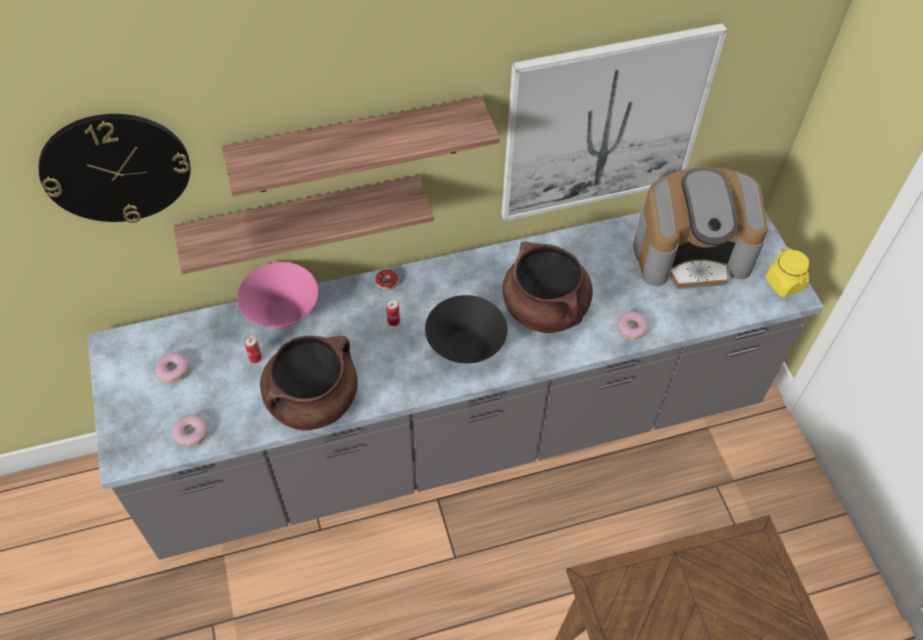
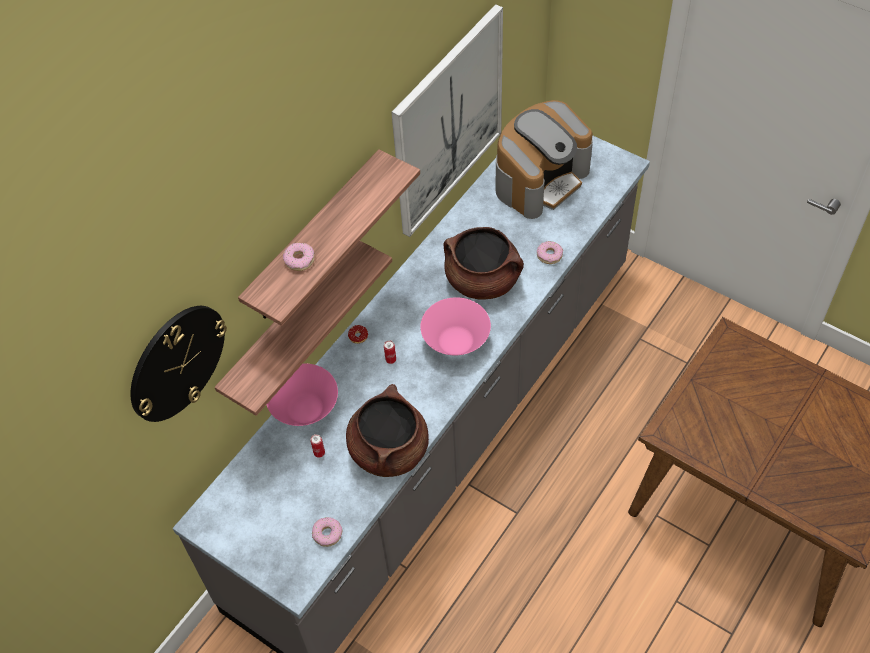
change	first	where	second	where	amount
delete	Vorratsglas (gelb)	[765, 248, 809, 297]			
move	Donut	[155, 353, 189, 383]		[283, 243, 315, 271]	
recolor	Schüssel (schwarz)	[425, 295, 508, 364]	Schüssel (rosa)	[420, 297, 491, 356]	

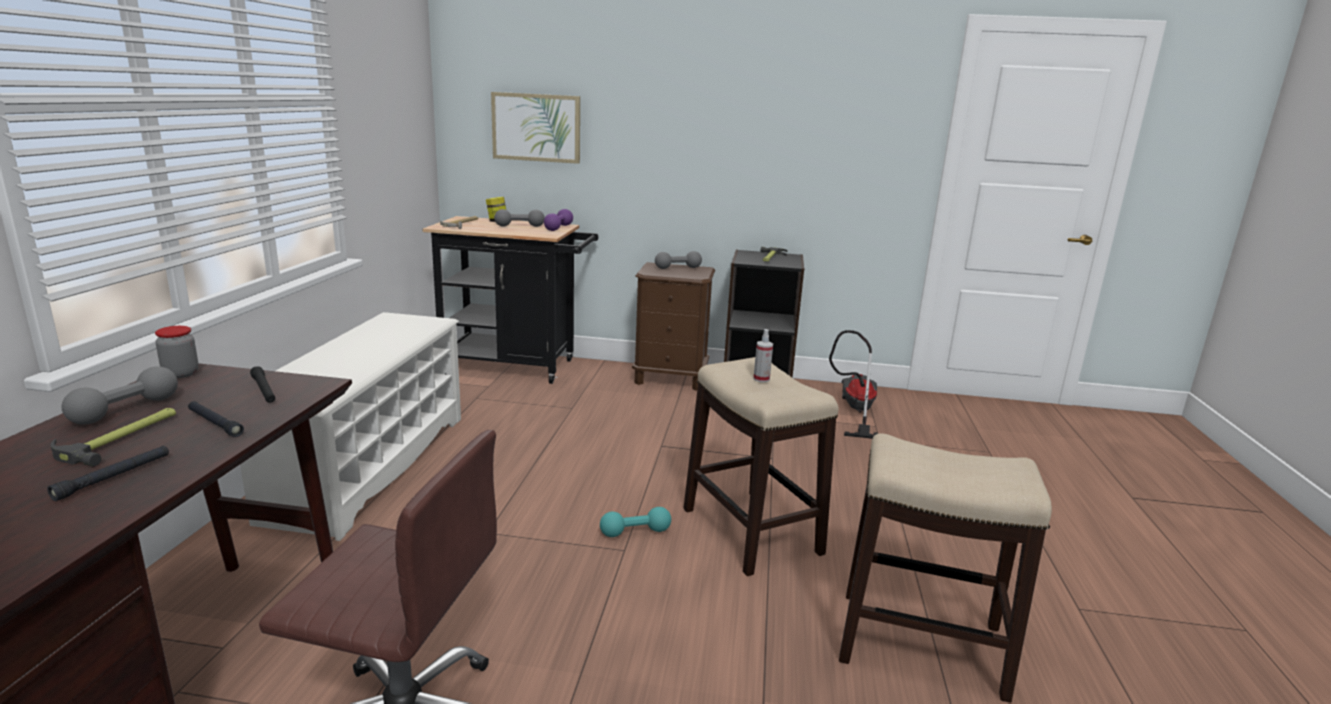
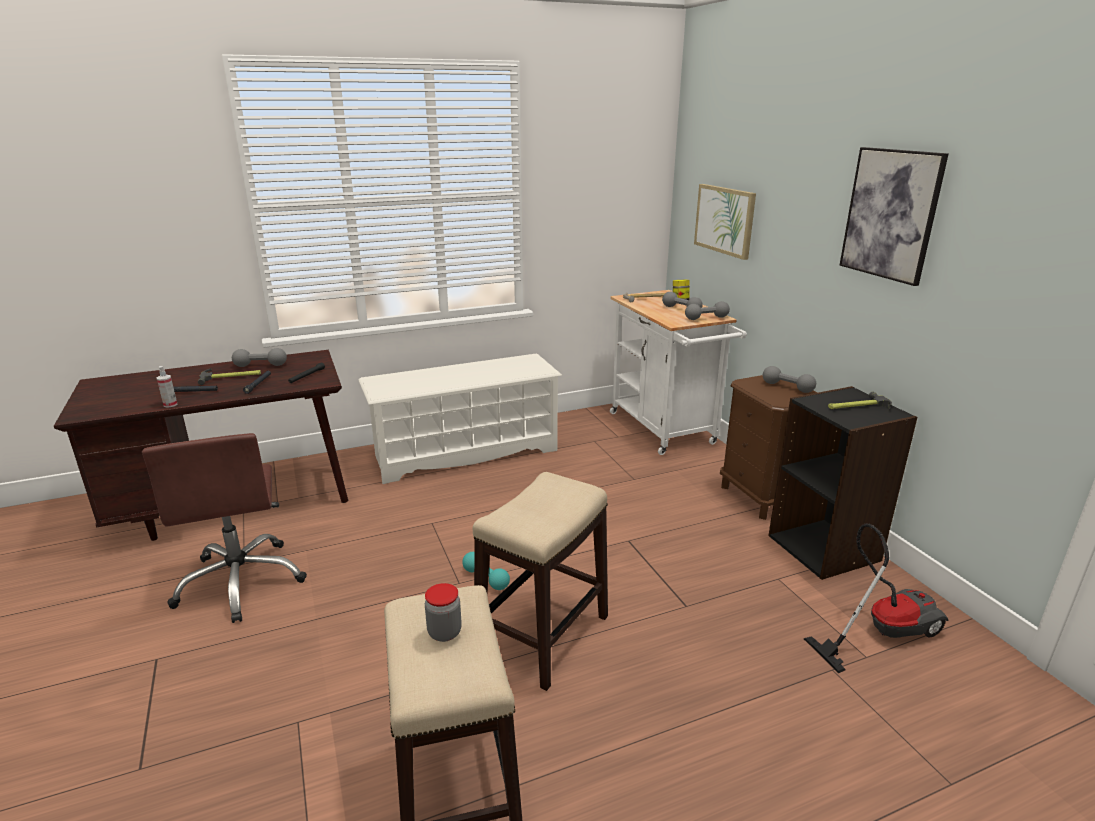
change	first	where	second	where	amount
insert			Bild	[840, 147, 948, 286]	
move	Vorratsglas	[155, 326, 199, 378]		[425, 583, 462, 642]	
move	Sprühflasche	[753, 329, 773, 382]		[157, 366, 177, 408]	
recolor	Rollwagen (schwarz)	[422, 216, 598, 384]	Rollwagen (weiß)	[610, 290, 747, 455]	
recolor	Hantel (lila)	[544, 209, 573, 231]	Hantel (grau)	[685, 301, 730, 320]	

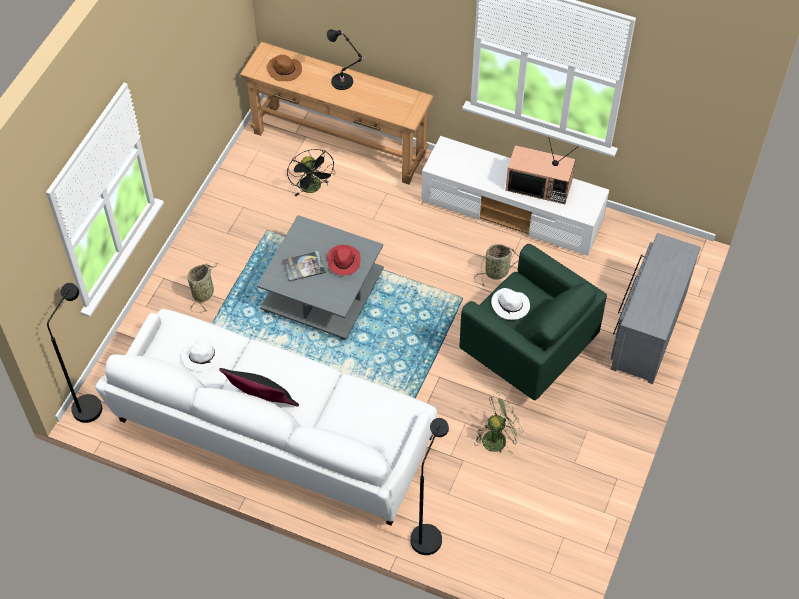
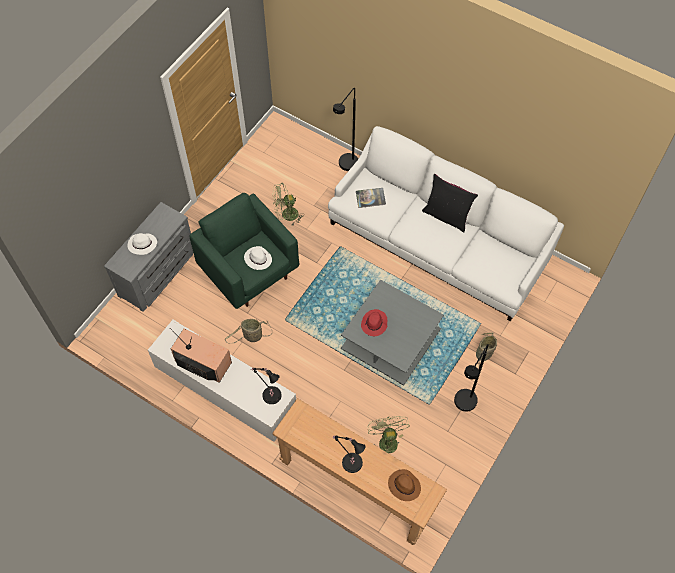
change	first	where	second	where	amount
insert			Tischlampe (schwarz)	[251, 368, 282, 404]	
move	Stehlampe (schwarz)	[47, 283, 102, 423]		[454, 344, 489, 412]	
move	Hut (weiß)	[182, 339, 222, 372]		[127, 233, 157, 255]	
move	Buch	[282, 251, 326, 282]		[356, 188, 386, 208]	
recolor	Ventilator (schwarz)	[287, 149, 335, 196]	Ventilator (grün)	[368, 416, 410, 453]	

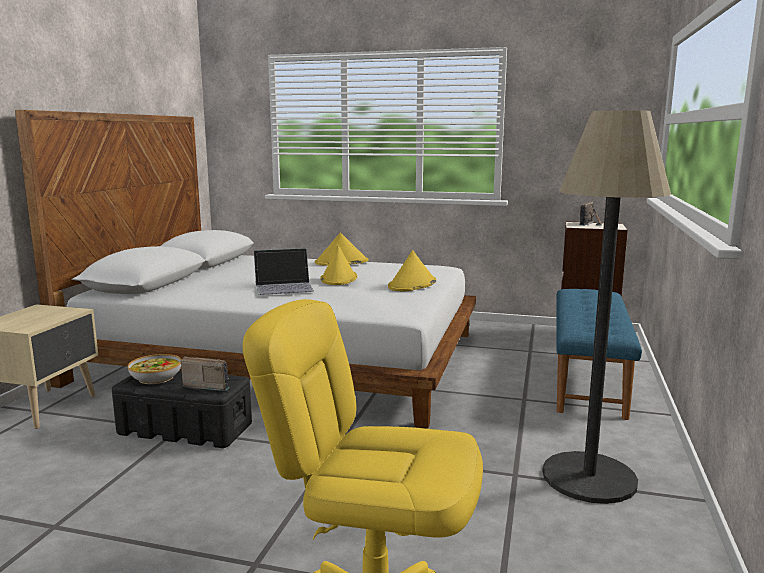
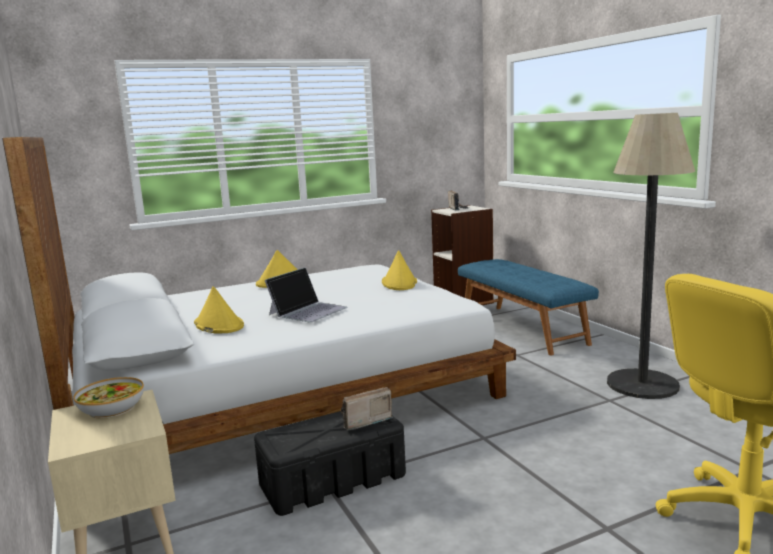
change	first	where	second	where	amount
move	Schüssel	[128, 354, 181, 384]		[73, 377, 144, 419]	
move	Hut (gelb)	[320, 245, 357, 285]		[194, 286, 244, 333]	

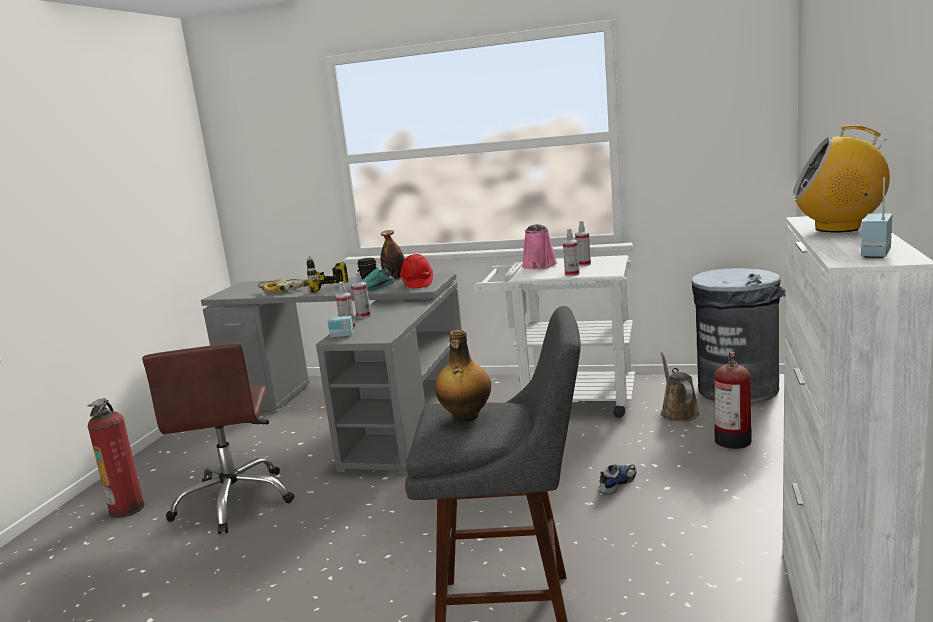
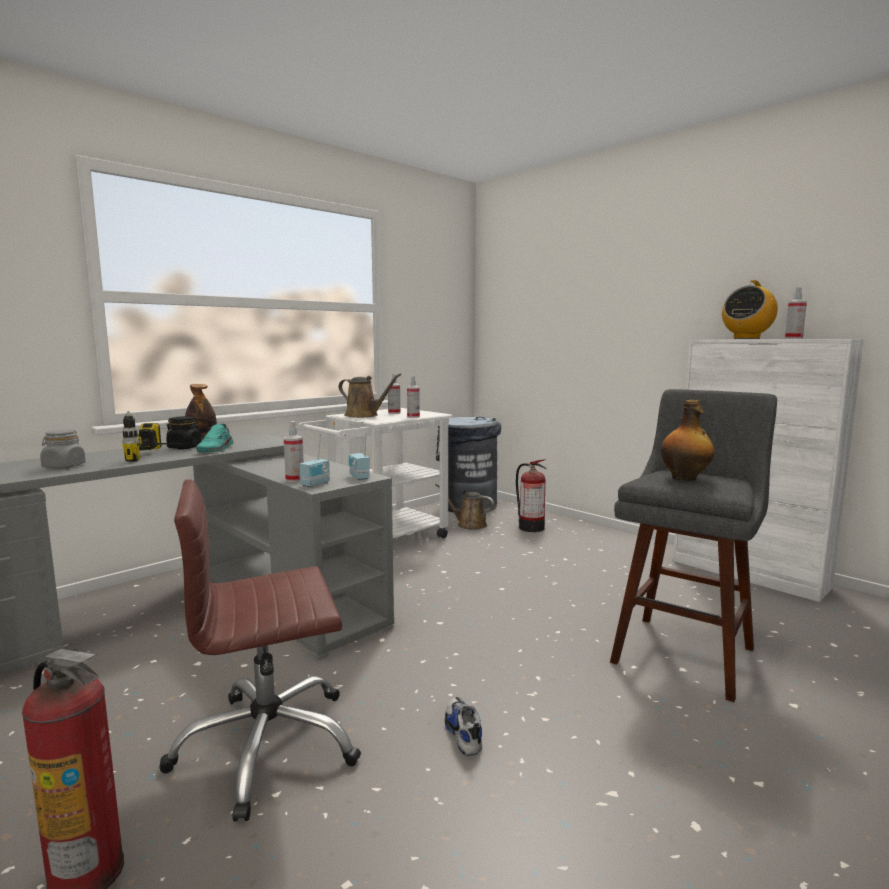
change	first	where	second	where	amount
delete	Schutzhelm (rot)	[400, 254, 433, 288]			
move	Sprühflasche	[352, 272, 371, 318]		[785, 287, 807, 339]	
move	Schuh	[598, 464, 636, 494]		[445, 697, 482, 756]	
move	Radio	[858, 178, 893, 258]		[349, 433, 370, 480]	
replace	Bohrmaschine	[258, 279, 308, 292]	Vorratsglas (grau)	[40, 430, 86, 469]	
recolor	Gießkanne (rosa)	[522, 224, 557, 269]	Gießkanne (braun)	[338, 373, 401, 418]	
rotate	Bürostuhl (braun)	[142, 343, 294, 534]		[159, 479, 361, 821]	135 degrees clockwise

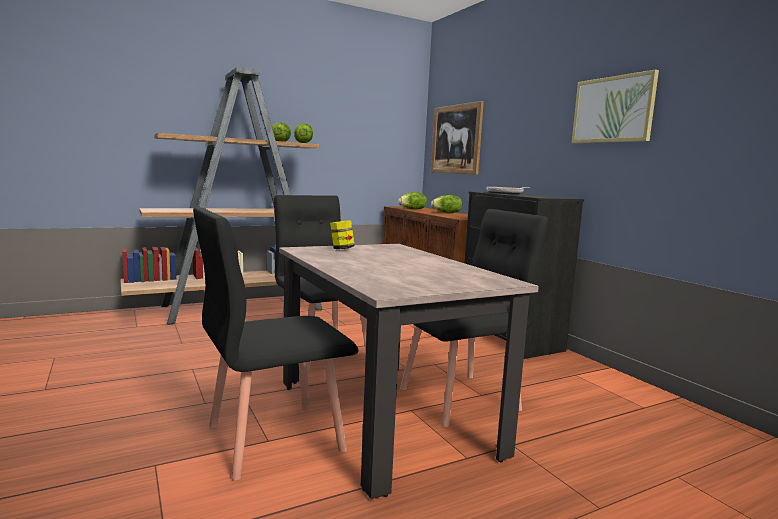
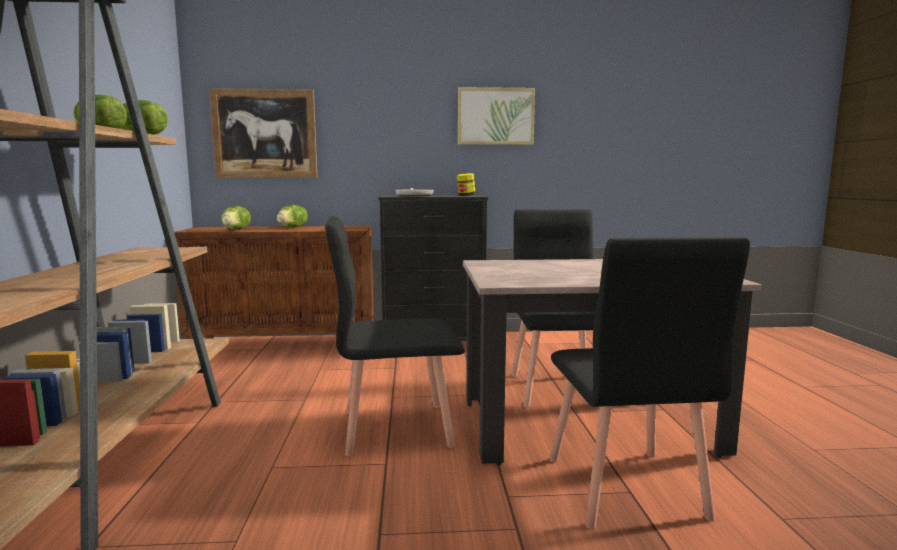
change	first	where	second	where	amount
move	Vorratsglas	[330, 220, 355, 249]		[457, 173, 476, 196]	

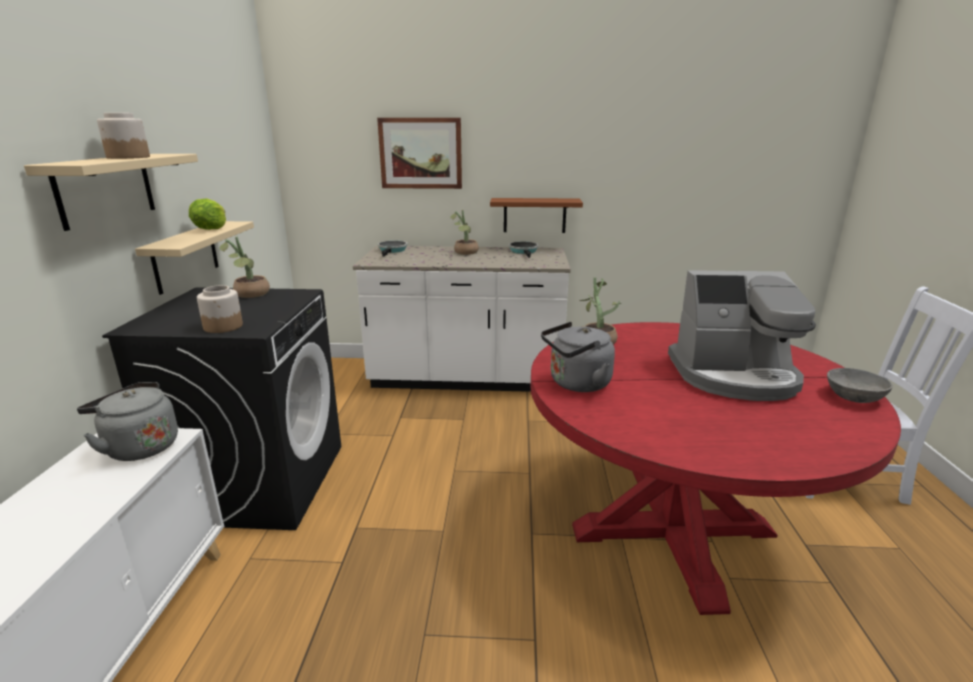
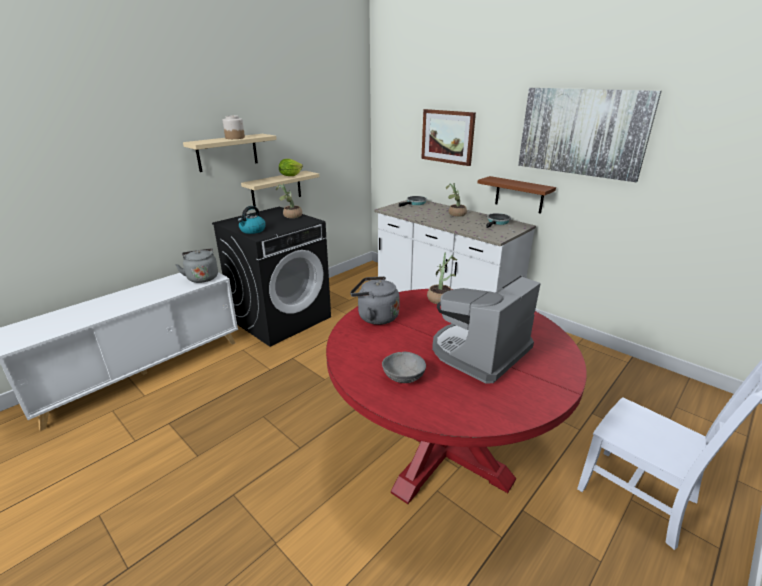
change	first	where	second	where	amount
insert			Bild	[518, 88, 661, 182]	
move	Schüssel (grau)	[827, 368, 893, 403]		[382, 352, 426, 383]	
replace	Vorratsglas	[197, 285, 243, 333]	Wasserkessel	[238, 206, 266, 234]	
rotate	Kaffeemaschine	[668, 270, 816, 401]		[432, 275, 541, 383]	90 degrees clockwise

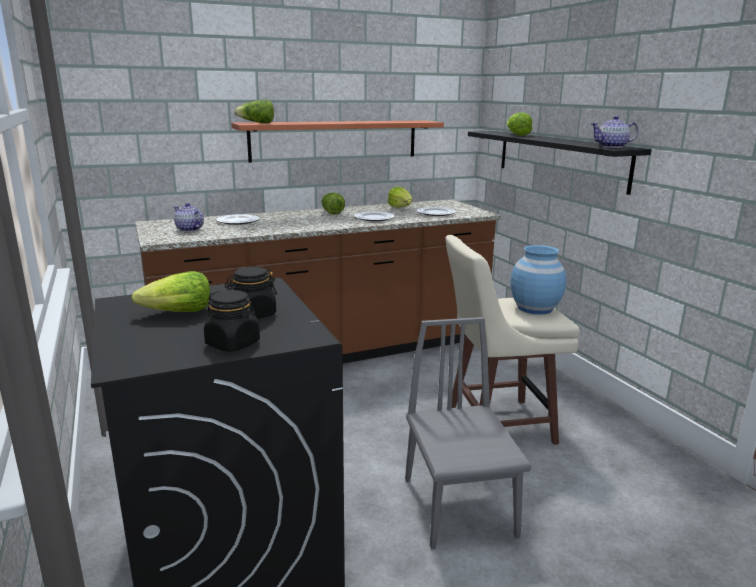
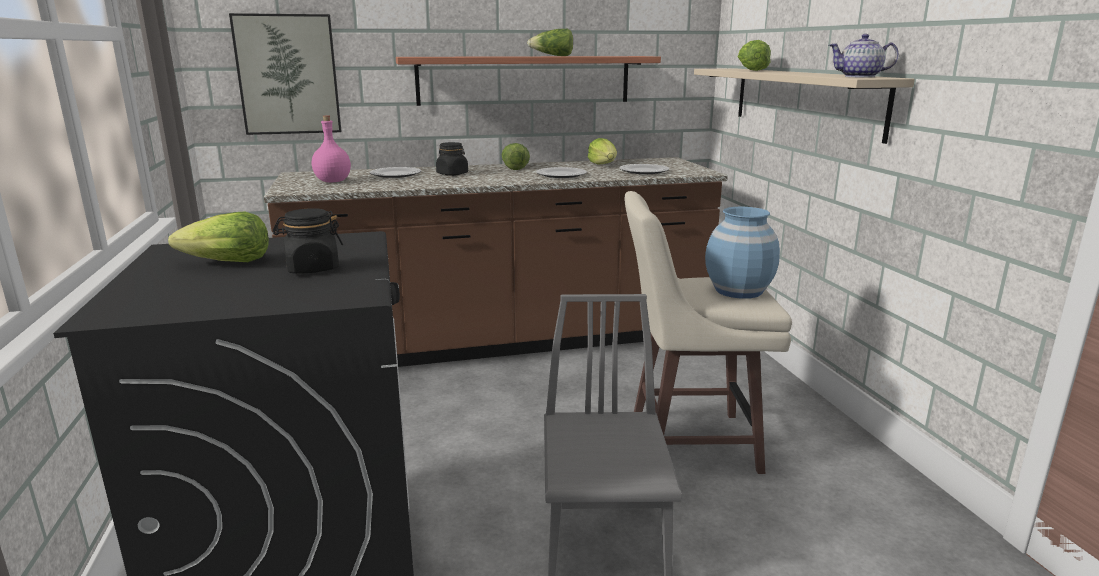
change	first	where	second	where	amount
insert			Bild	[229, 13, 341, 135]	
move	Vorratsglas (schwarz)	[204, 290, 260, 352]		[436, 142, 468, 176]	
move	Salatkopf	[234, 100, 274, 123]		[527, 29, 573, 56]	
replace	Teekanne	[174, 203, 204, 232]	Flasche (rosa)	[312, 116, 351, 183]	
recolor	Wandregal (schwarz)	[468, 131, 652, 195]	Wandregal (beige)	[694, 68, 915, 144]	

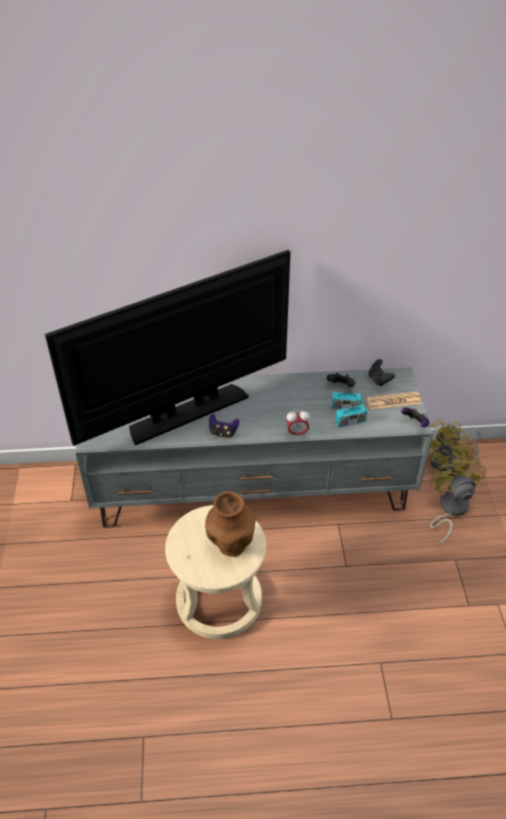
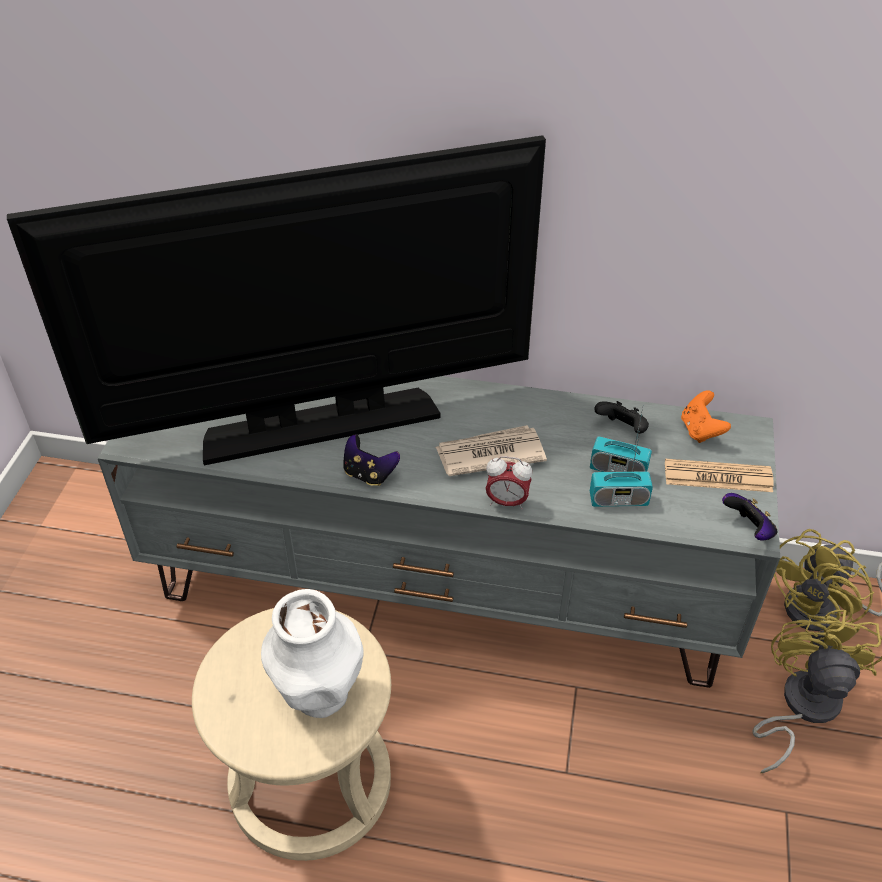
change	first	where	second	where	amount
insert			Zeitung	[435, 425, 547, 476]	
recolor	Vase (braun)	[205, 491, 256, 557]	Vase (weiß)	[261, 589, 364, 718]	
recolor	Gamepad (schwarz)	[368, 359, 395, 386]	Gamepad (orange)	[681, 390, 731, 443]	

